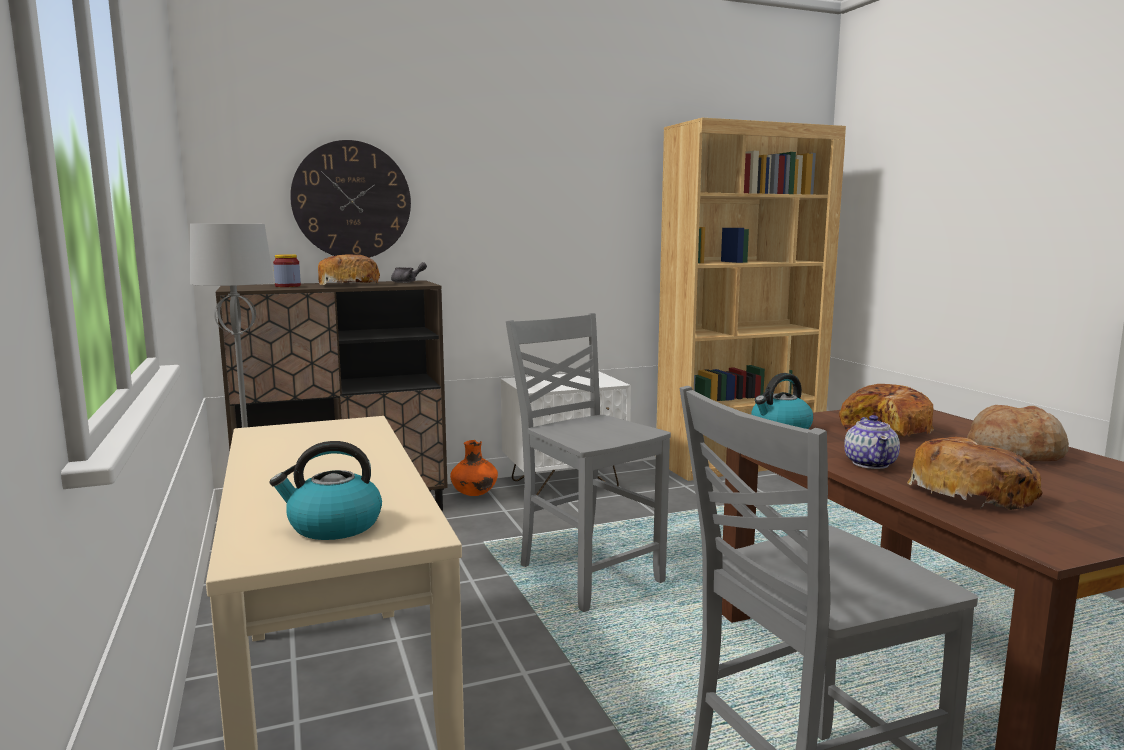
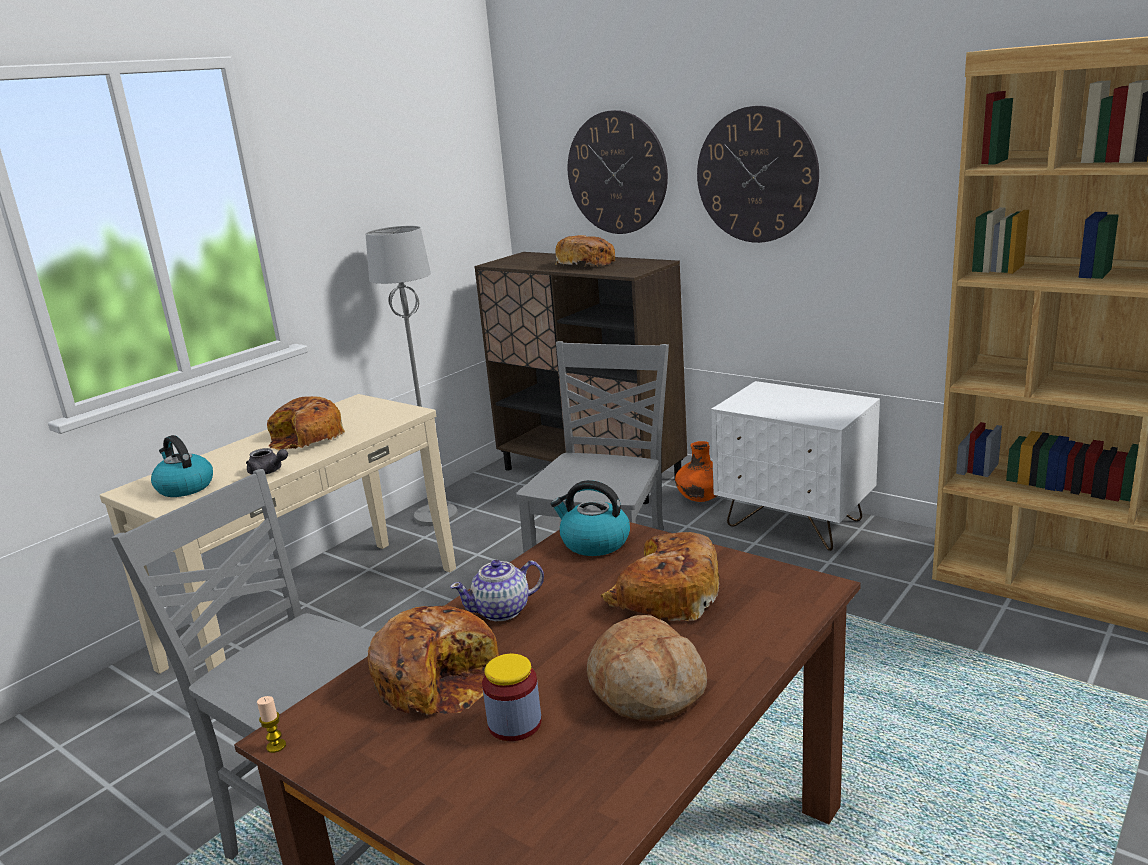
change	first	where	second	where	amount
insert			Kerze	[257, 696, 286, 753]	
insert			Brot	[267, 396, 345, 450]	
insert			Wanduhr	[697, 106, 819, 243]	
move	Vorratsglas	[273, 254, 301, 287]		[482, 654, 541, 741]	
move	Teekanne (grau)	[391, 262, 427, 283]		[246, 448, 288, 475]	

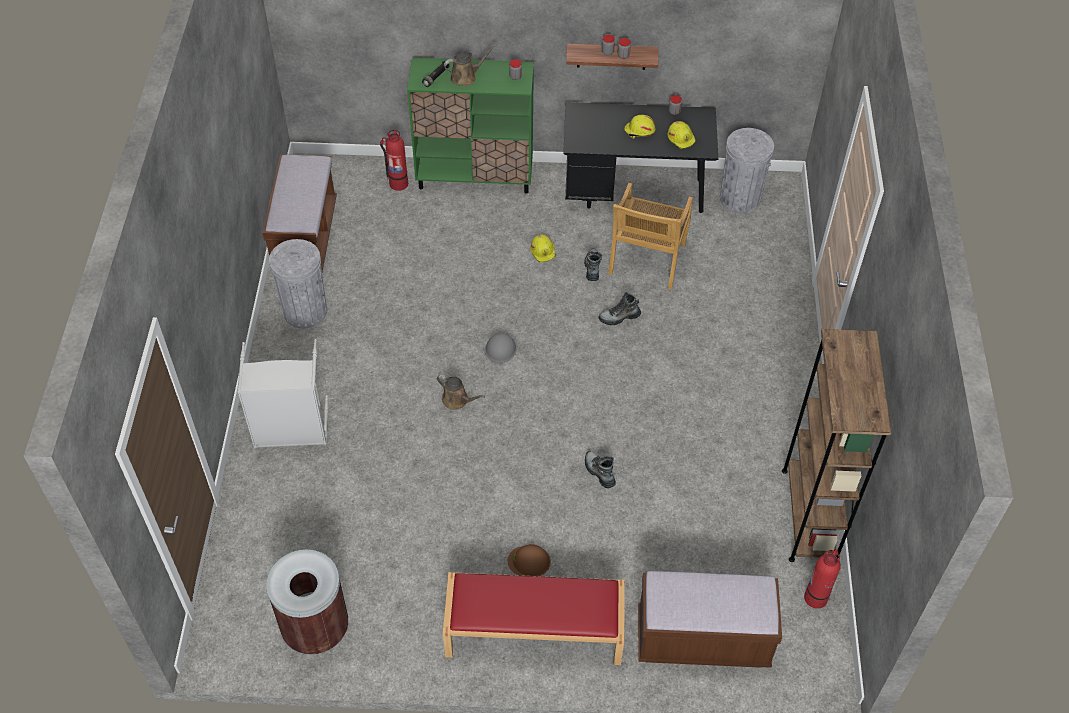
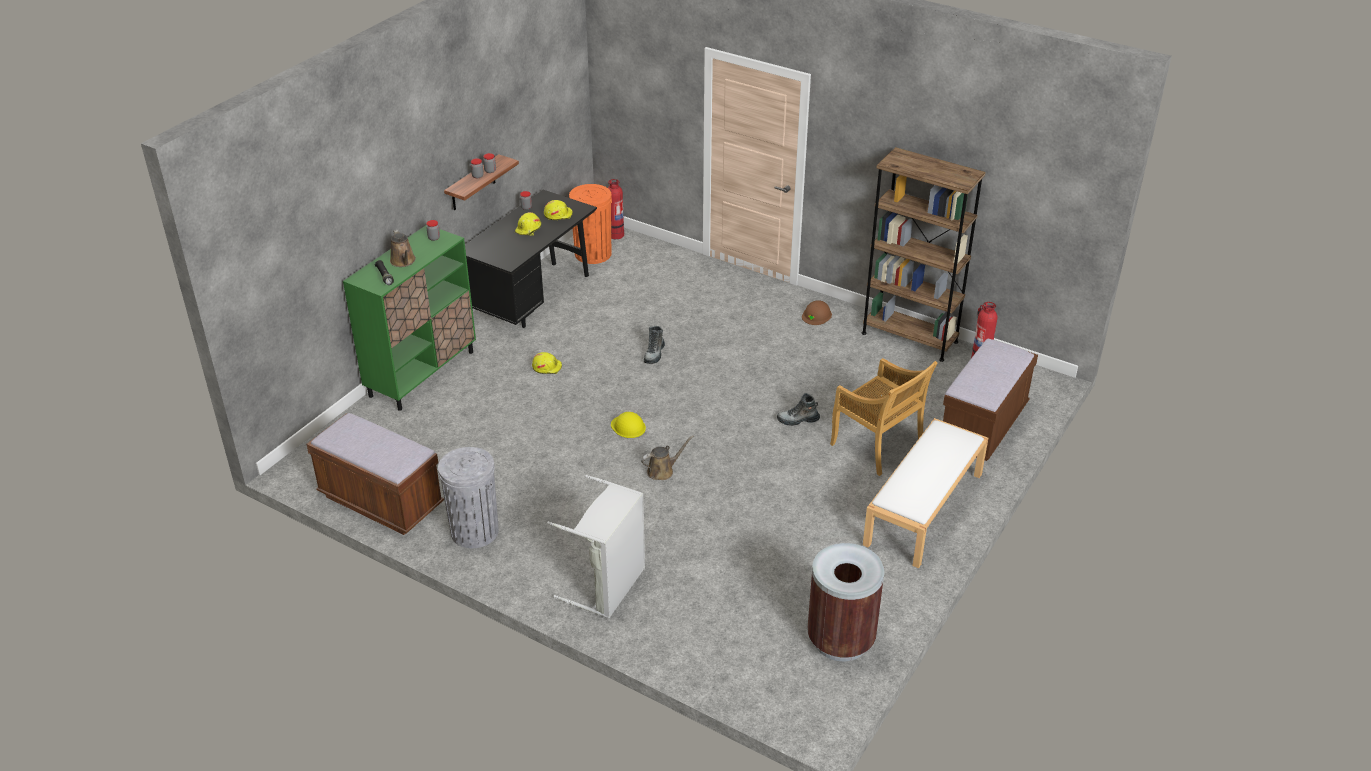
change	first	where	second	where	amount
delete	Stiefel	[584, 248, 602, 281]			
move	Feuerlöscher	[380, 130, 408, 191]		[608, 179, 624, 239]	
move	Schutzhelm (braun)	[508, 544, 551, 576]		[802, 300, 832, 325]	
move	Stuhl (beige)	[608, 183, 693, 289]		[830, 358, 938, 476]	
recolor	Bank (rot)	[443, 572, 625, 665]	Bank (weiß)	[863, 418, 988, 568]	
recolor	Schutzhelm (grau)	[485, 332, 517, 363]	Schutzhelm (gelb)	[611, 412, 646, 438]	
recolor	Mülleimer (grau)	[720, 128, 774, 214]	Mülleimer (orange)	[569, 184, 612, 264]	
rotate	Gießkanne (braun)	[444, 44, 497, 86]		[390, 230, 416, 267]	150 degrees clockwise

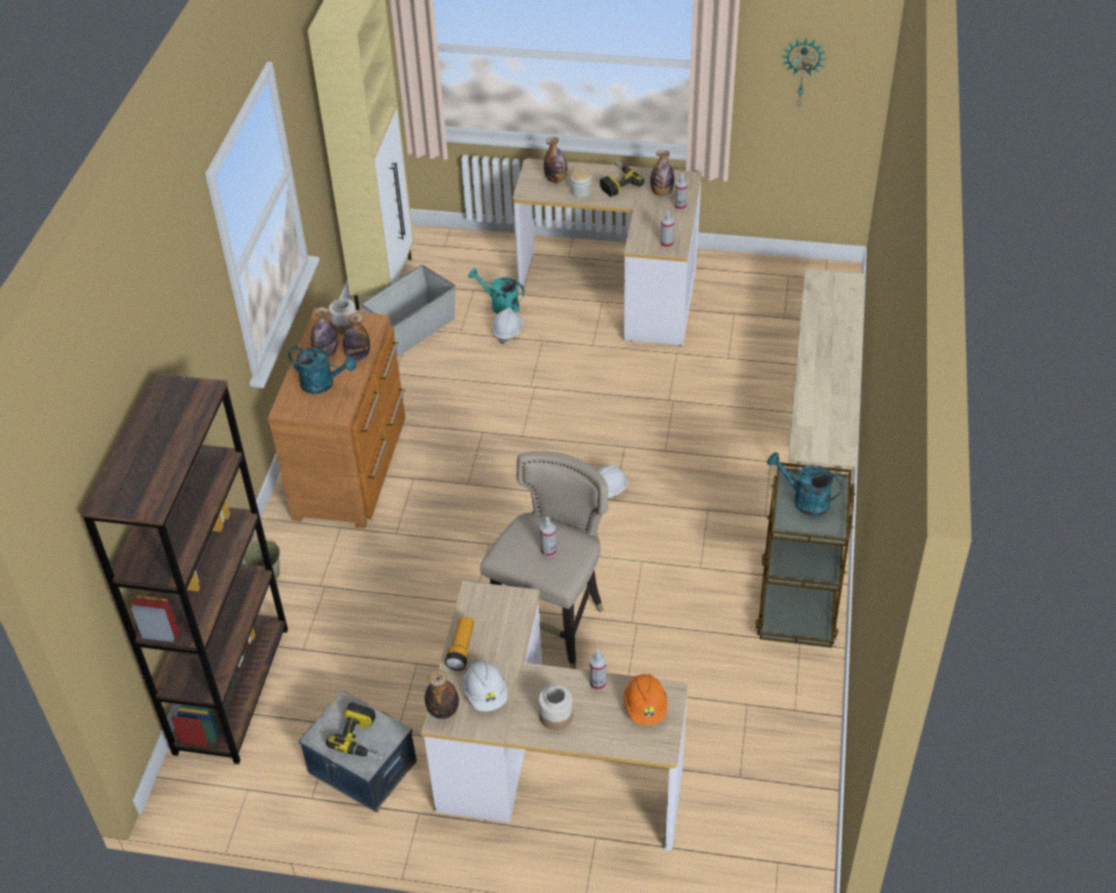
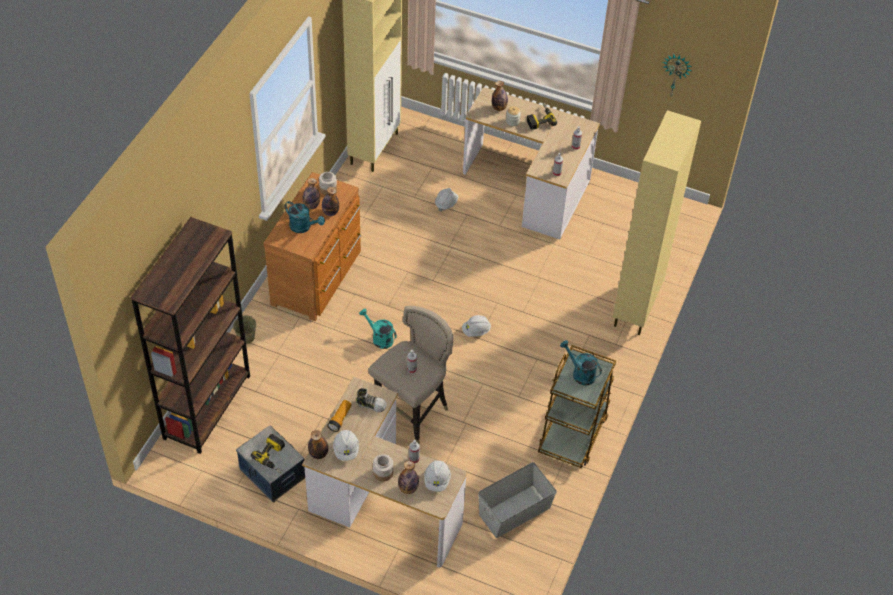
change	first	where	second	where	amount
insert			Schuh	[356, 388, 387, 412]	
move	Aufbewahrungsbox (grau)	[361, 265, 456, 357]		[478, 462, 557, 538]	
move	Gießkanne (türkis)	[468, 268, 525, 314]		[359, 309, 397, 349]	
move	Flasche	[650, 150, 675, 196]		[398, 461, 419, 494]	
replace	Bank (beige)	[788, 269, 865, 474]	Schrank (beige)	[613, 110, 701, 335]	
recolor	Schutzhelm (orange)	[624, 674, 667, 725]	Schutzhelm (weiß)	[424, 460, 451, 492]	

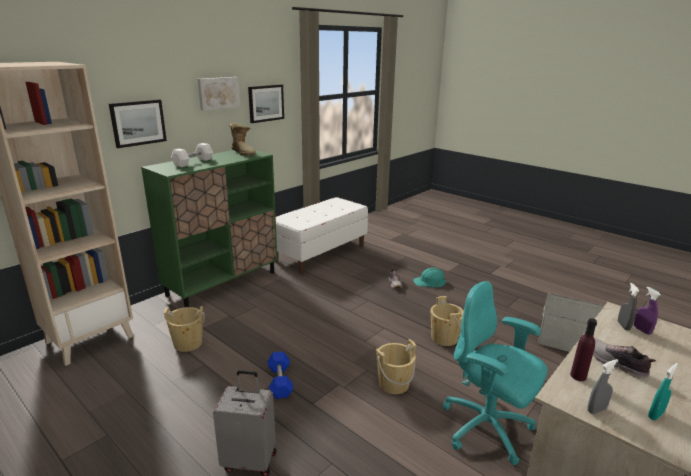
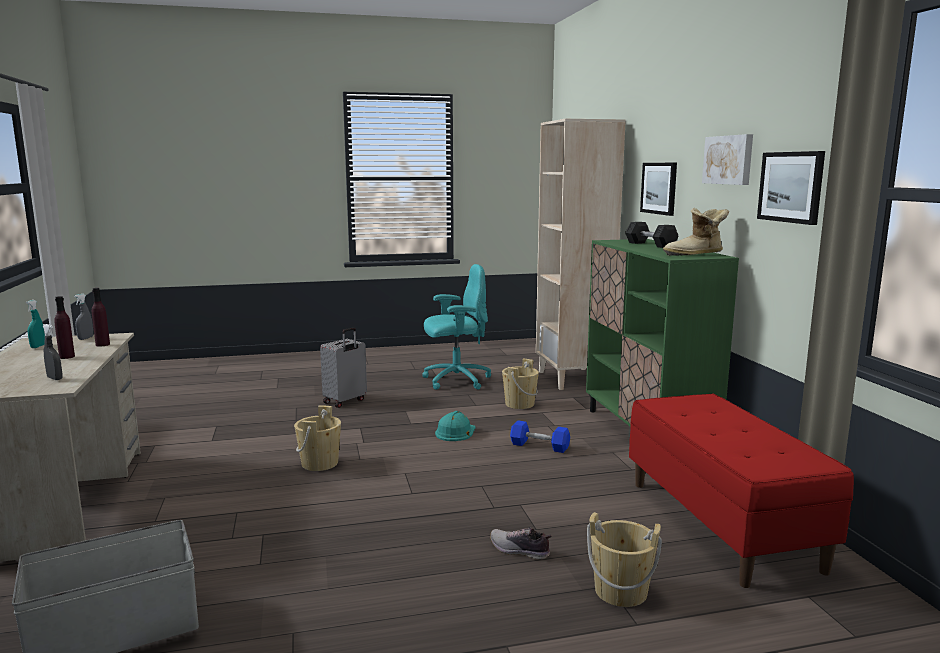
change	first	where	second	where	amount
delete	Sprühflasche (lila)	[634, 287, 661, 335]			
move	Hantel (blau)	[268, 351, 293, 399]		[510, 420, 570, 453]	
move	Schutzhelm (türkis)	[413, 268, 446, 287]		[435, 411, 476, 441]	
move	Eimer (beige)	[431, 296, 464, 346]		[587, 512, 662, 607]	
move	Bürostuhl (türkis)	[442, 281, 548, 465]		[422, 264, 491, 390]	
replace	Schuh	[593, 338, 656, 379]	Flasche (lila)	[54, 296, 75, 359]	
recolor	Hantel (weiß)	[171, 143, 213, 167]	Hantel (schwarz)	[625, 222, 679, 248]	
recolor	Bank (weiß)	[275, 197, 368, 274]	Bank (rot)	[629, 394, 854, 588]	

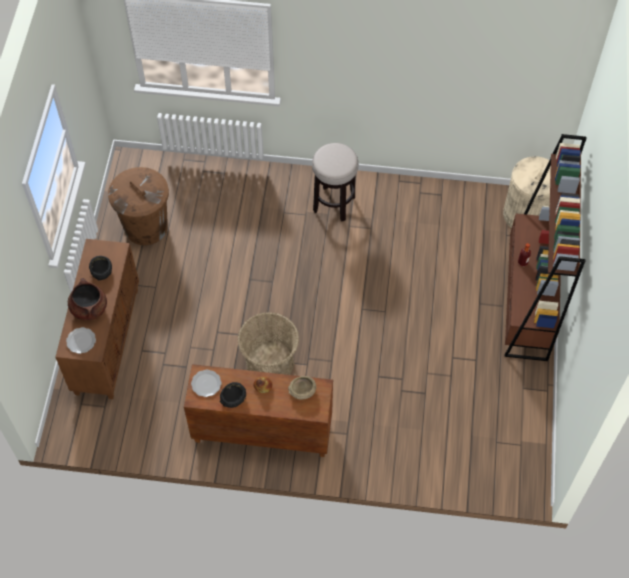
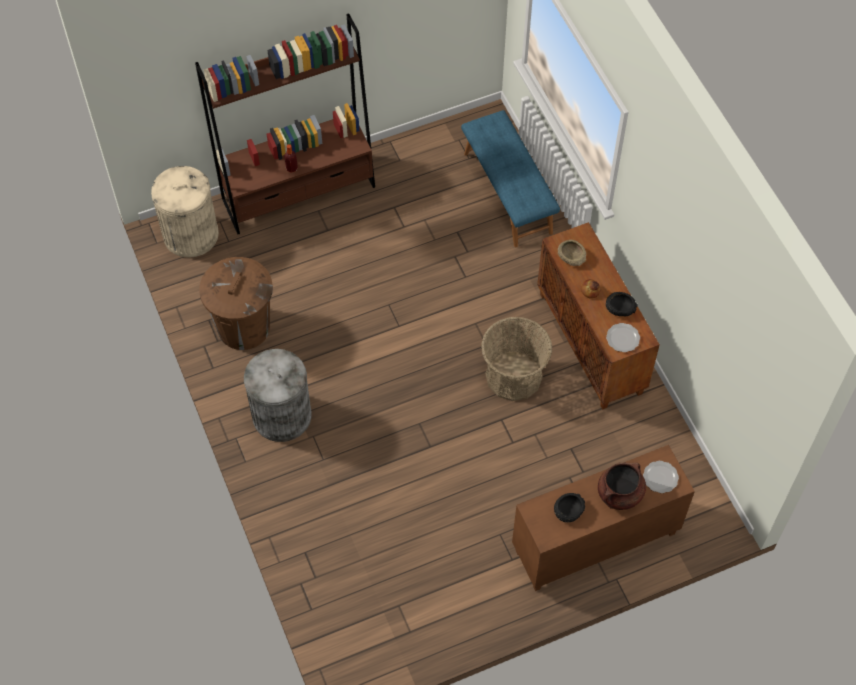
change	first	where	second	where	amount
insert			Bank (blau)	[461, 110, 560, 247]	
move	Mülleimer (braun)	[108, 167, 169, 245]		[199, 257, 273, 350]	
replace	Hocker	[312, 143, 359, 222]	Mülleimer (grau)	[244, 349, 312, 442]	

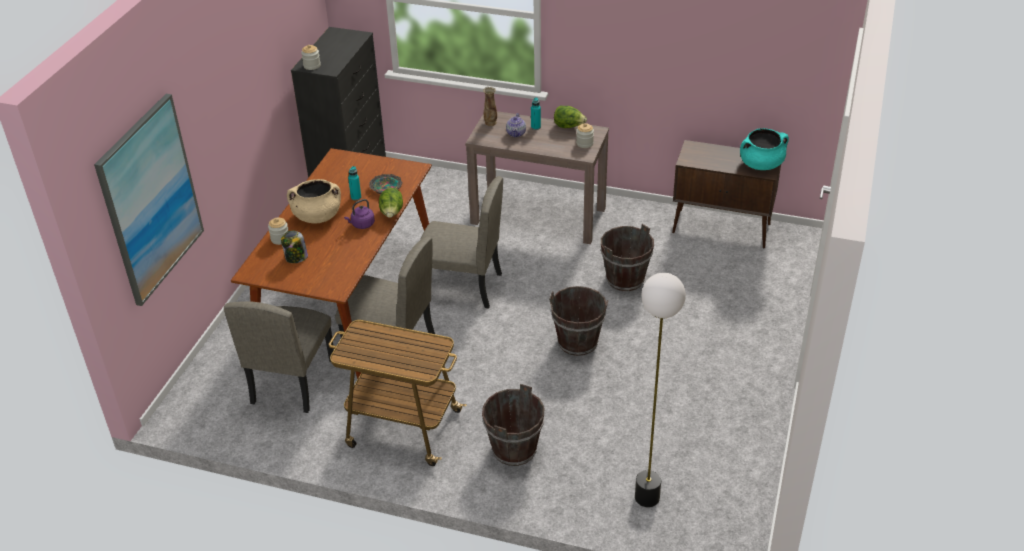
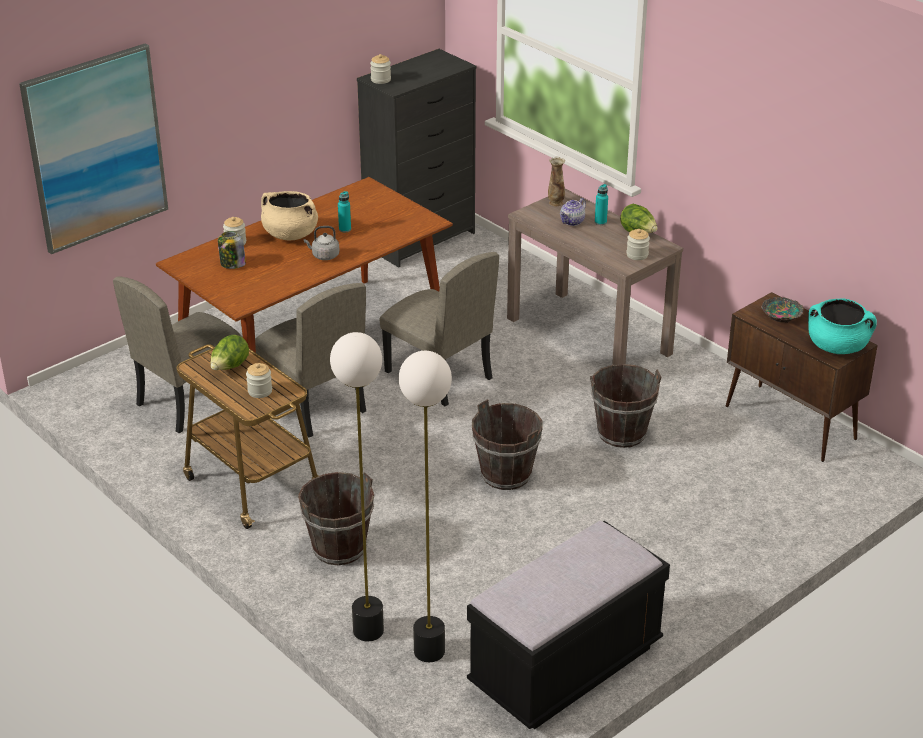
change	first	where	second	where	amount
insert			Vorratsglas	[246, 363, 272, 398]	
insert			Stehlampe	[330, 332, 384, 641]	
insert			Bank (schwarz)	[467, 521, 670, 730]	
move	Schüssel	[369, 174, 403, 194]		[761, 297, 804, 323]	
move	Salatkopf	[379, 188, 403, 218]		[210, 335, 249, 370]	
recolor	Wasserkessel (lila)	[344, 199, 375, 229]	Wasserkessel (grau)	[304, 226, 340, 260]	

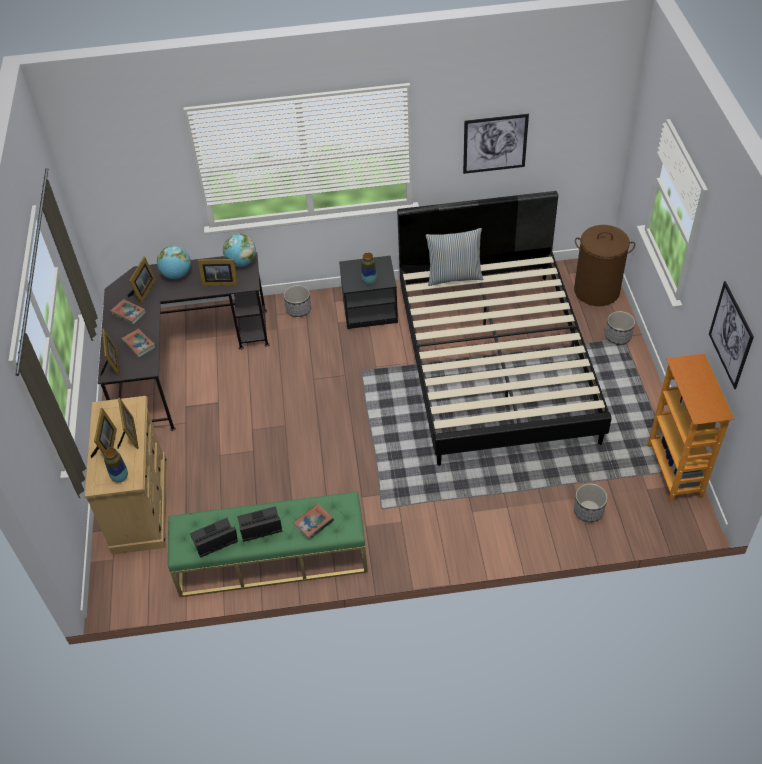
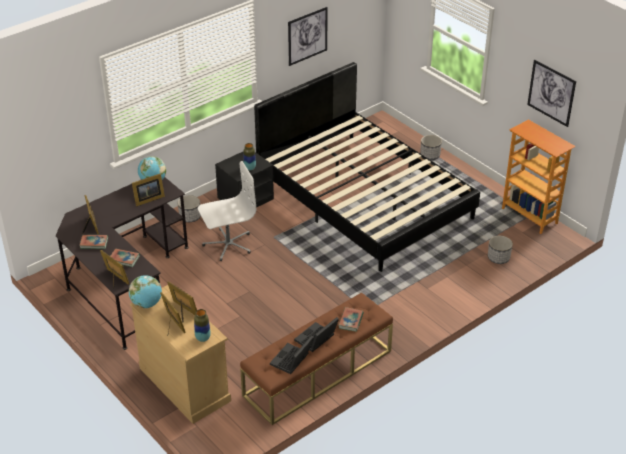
change	first	where	second	where	amount
delete	Kissen	[426, 228, 483, 286]			
delete	Wäschekorb (braun)	[574, 225, 635, 306]			
insert			Bürostuhl (weiß)	[198, 161, 256, 261]	
move	Globus	[157, 245, 191, 279]		[129, 275, 162, 308]	
recolor	Bank (grün)	[168, 492, 368, 597]	Bank (braun)	[240, 292, 393, 425]	

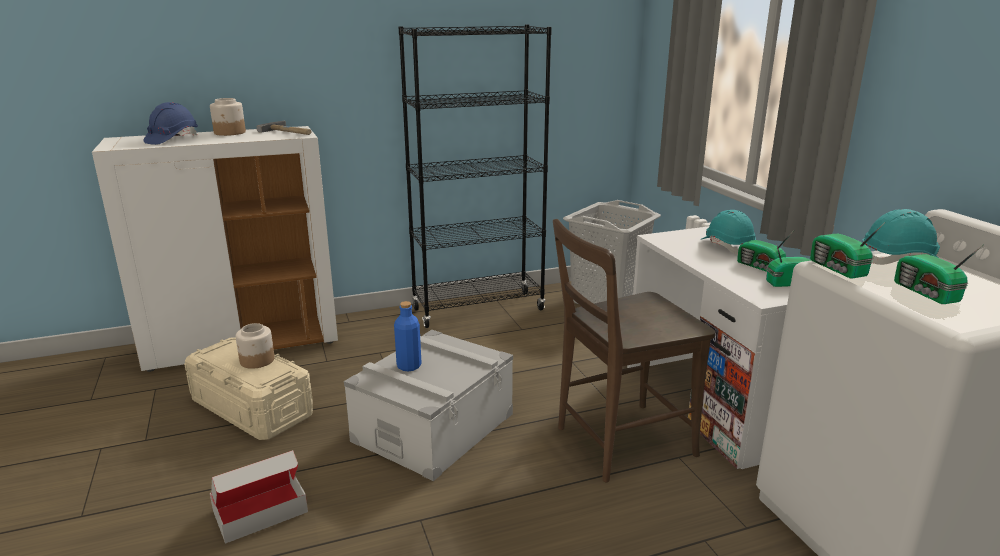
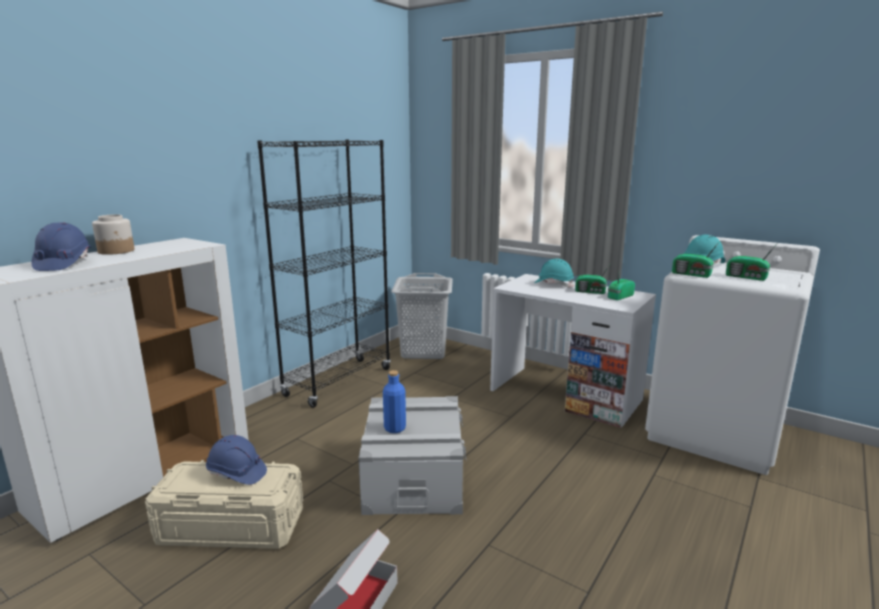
change	first	where	second	where	amount
delete	Hammer	[257, 121, 311, 135]			
delete	Stuhl (braun)	[553, 219, 715, 482]			
replace	Vorratsglas	[236, 323, 275, 369]	Schutzhelm (blau)	[206, 435, 267, 485]	

